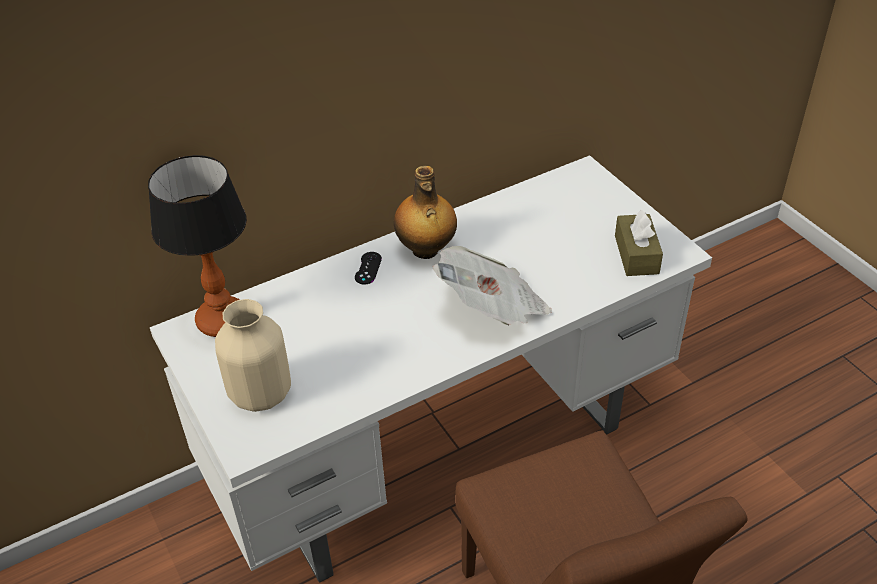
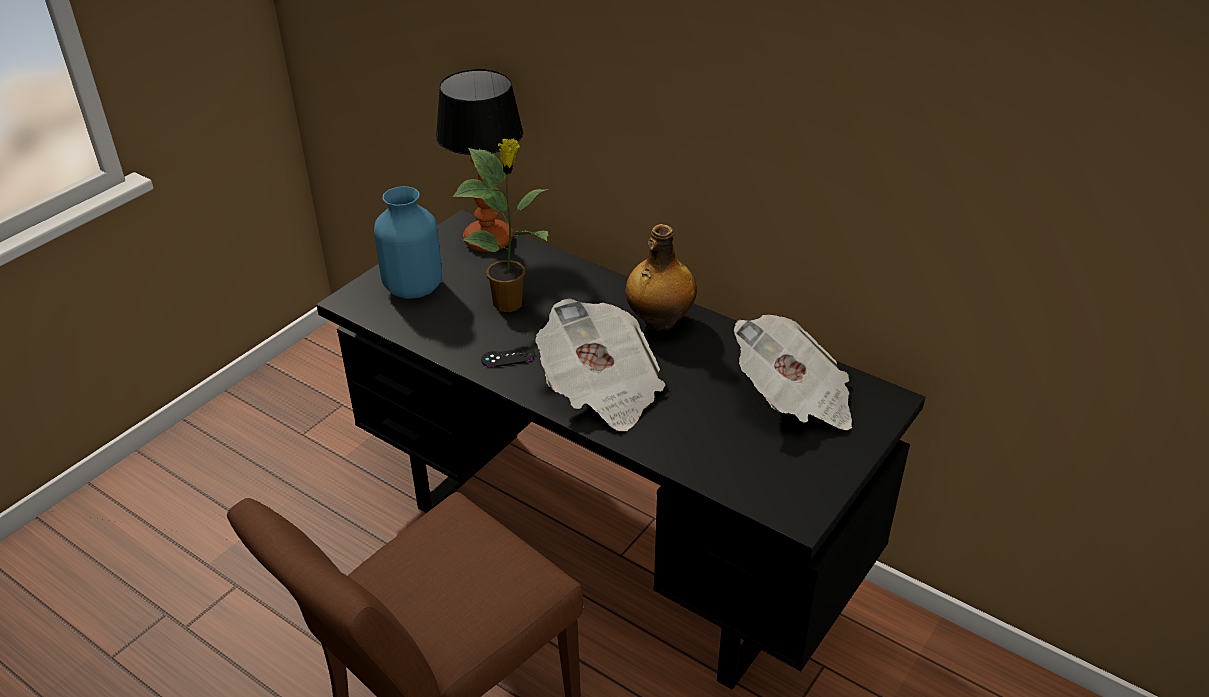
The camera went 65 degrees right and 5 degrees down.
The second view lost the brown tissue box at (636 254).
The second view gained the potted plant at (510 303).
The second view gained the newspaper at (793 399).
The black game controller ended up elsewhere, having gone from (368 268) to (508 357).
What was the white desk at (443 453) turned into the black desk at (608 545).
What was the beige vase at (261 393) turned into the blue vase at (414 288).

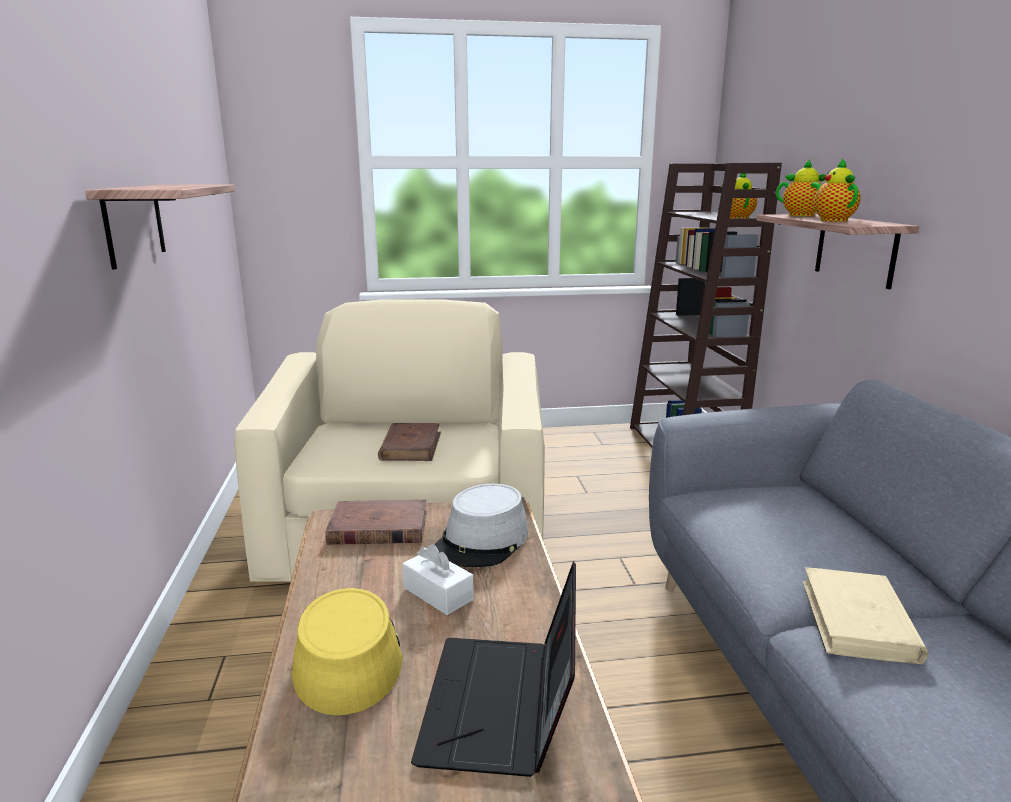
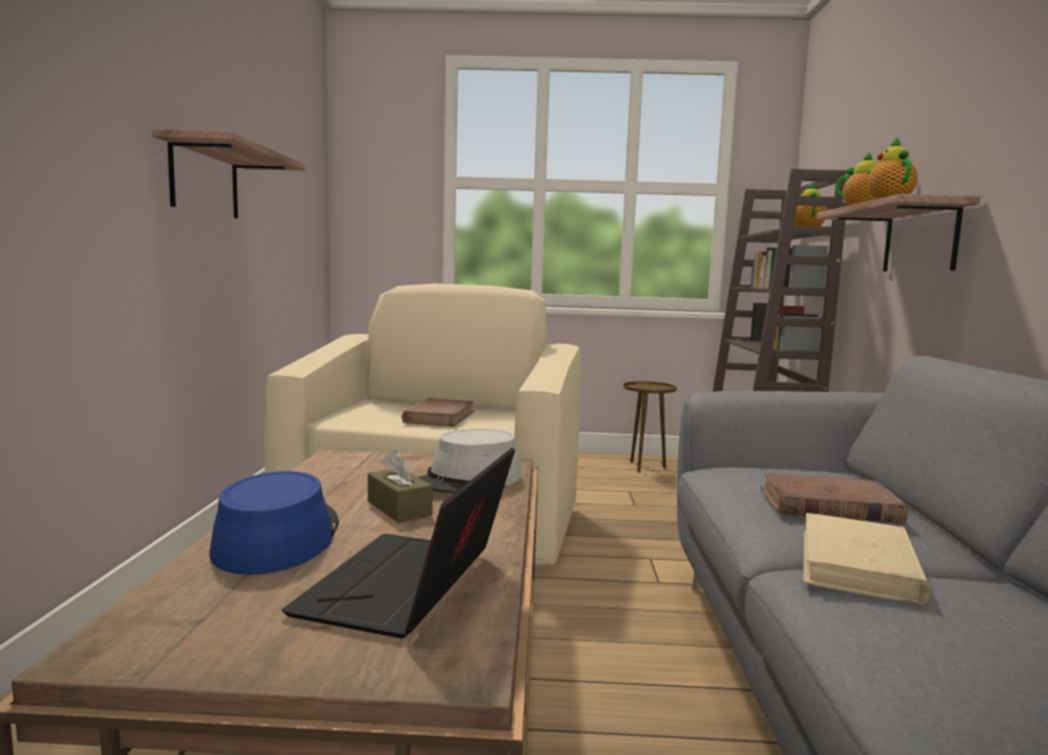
The camera went 10 degrees right and 10 degrees down.
The second view gained the brown side table at (644 466).
The brown book ended up elsewhere, having gone from (377 528) to (828 506).
What was the yellow hat at (347 656) turned into the blue hat at (277 538).
What was the white tissue box at (438 593) turned into the brown tissue box at (399 508).

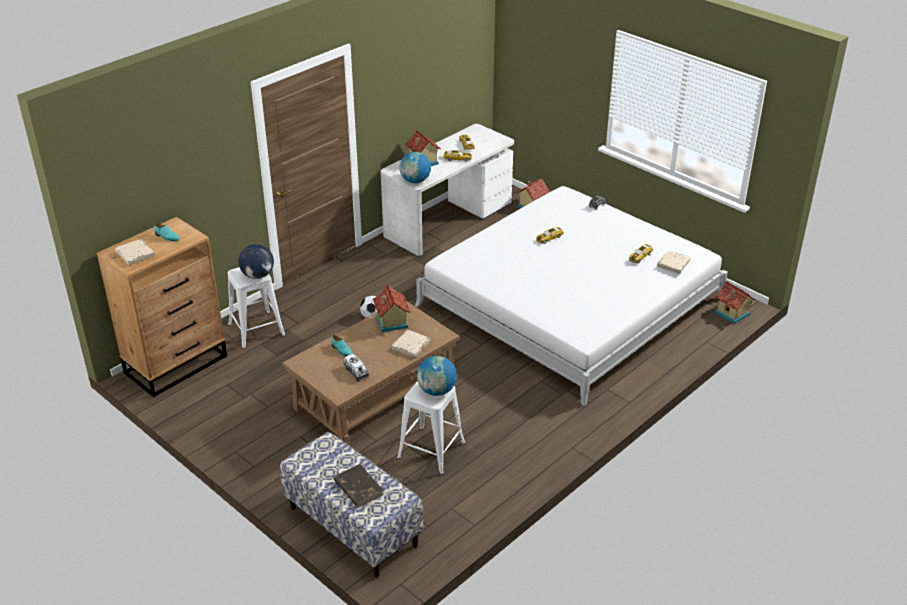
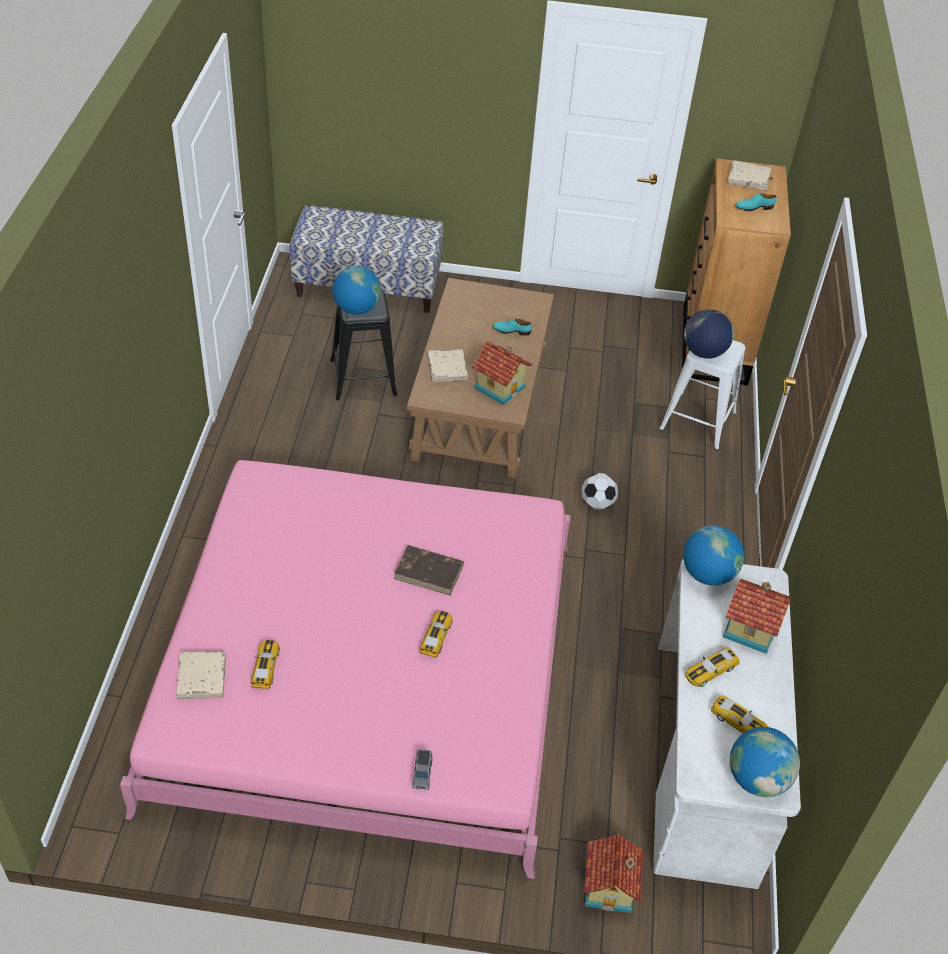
The camera went 140 degrees right and 10 degrees up.
The second view lost the toy truck at (356 372).
The second view lost the toy house at (732 314).
The second view gained the globe at (757 779).
The brown book ended up elsewhere, having gone from (358 487) to (429 572).
What was the white stool at (431 450) turned into the black stool at (363 378).
What was the white bed at (570 302) turned into the pink bed at (368 669).

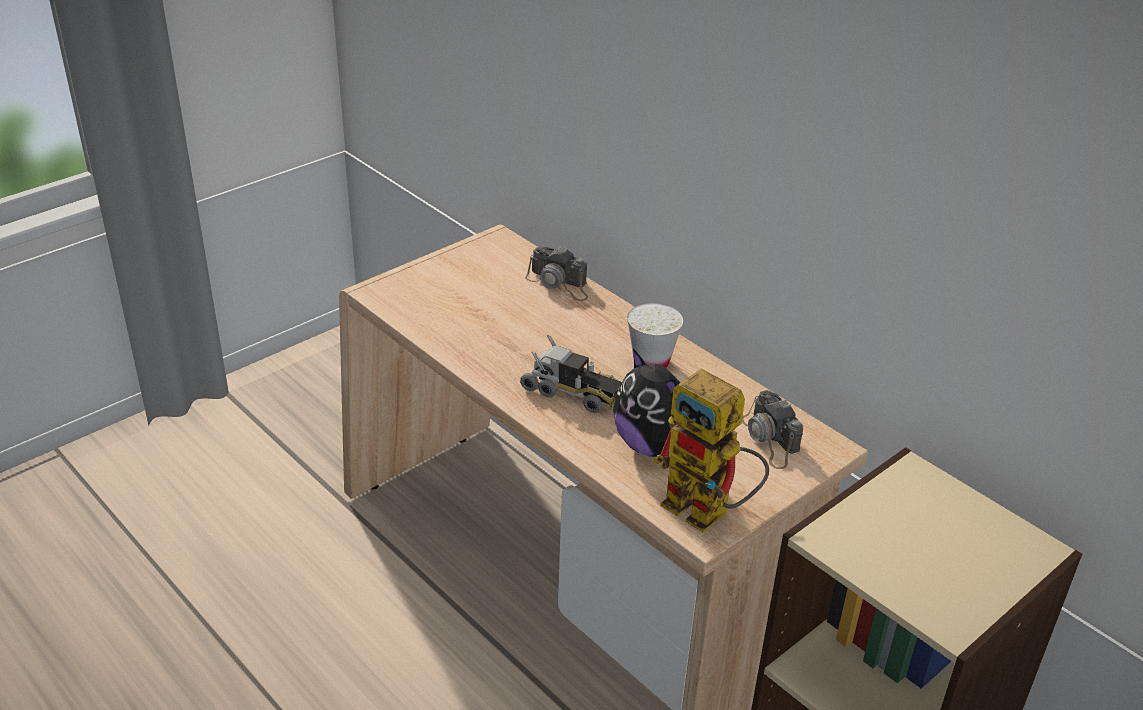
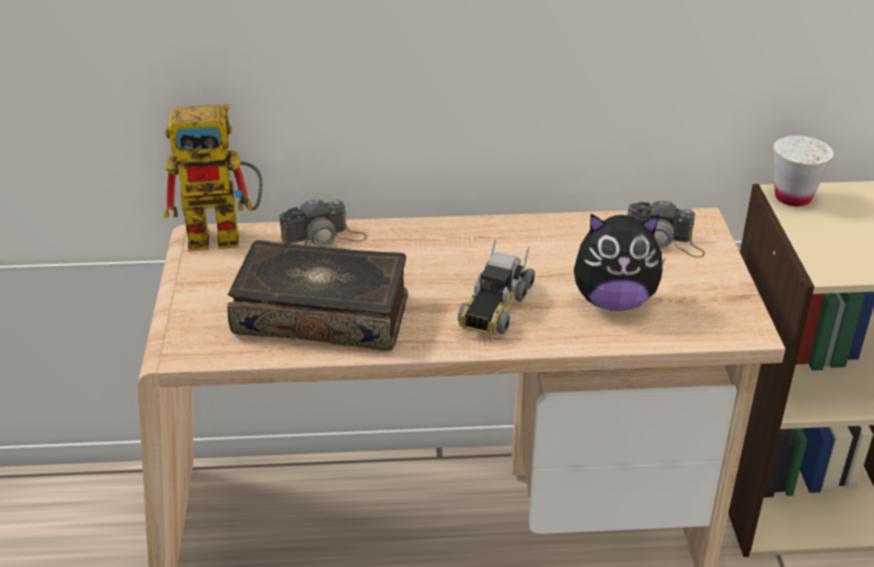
The camera went 50 degrees left and 0 degrees up.
The second view gained the book at (322 313).
The white cup ended up elsewhere, having gone from (651 362) to (793 197).
The toy robot ended up elsewhere, having gone from (709 512) to (226 234).
The toy truck at (573 392) ended up facing another way, 135 degrees clockwise from before.

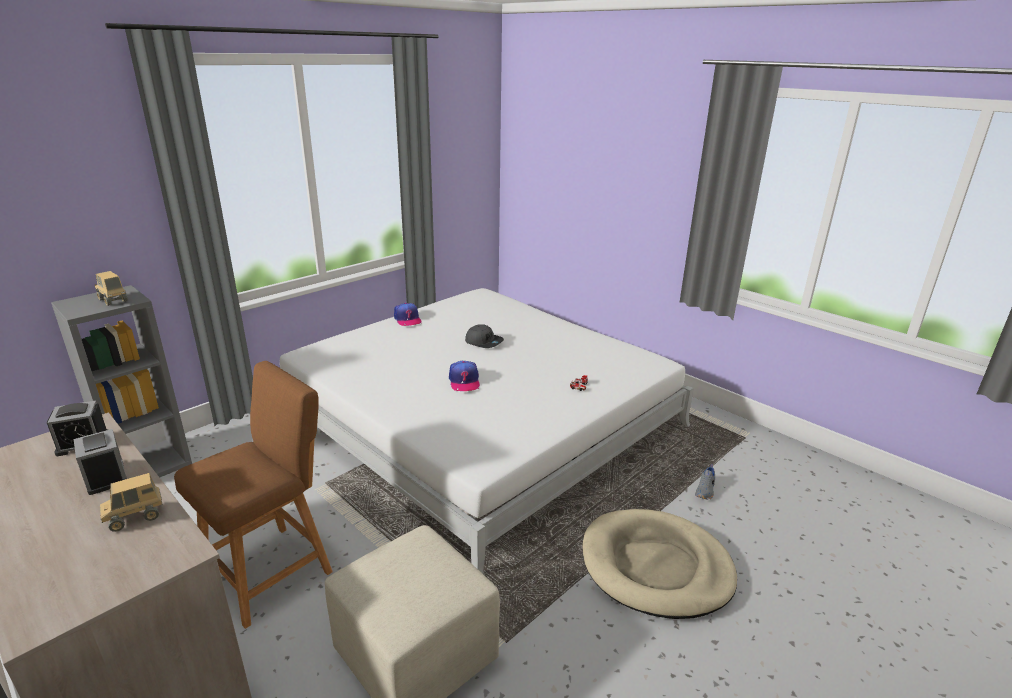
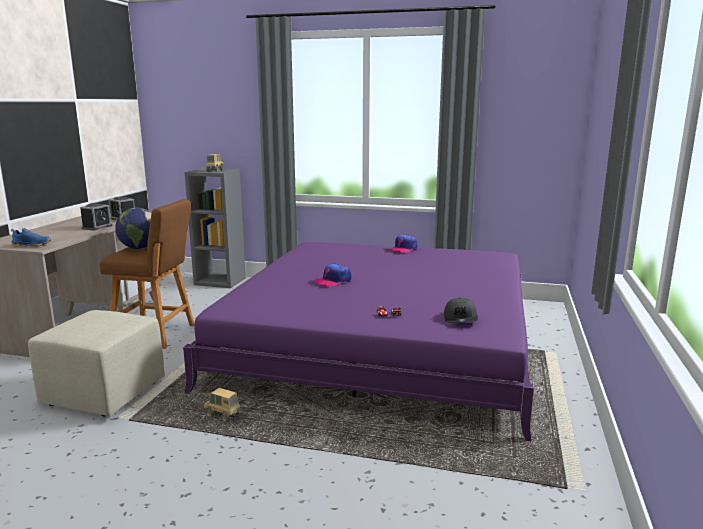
The camera went 60 degrees right and 10 degrees down.
The second view lost the beige dog bed at (656 567).
The second view lost the grey shoe at (705 490).
The second view gained the blue shoe at (32 245).
The second view gained the globe at (139 248).
The toy truck ended up elsewhere, having gone from (135 517) to (222 416).
The grey cap ended up elsewhere, having gone from (484 342) to (460 319).
What was the white bed at (480 420) turned into the purple bed at (381 342).

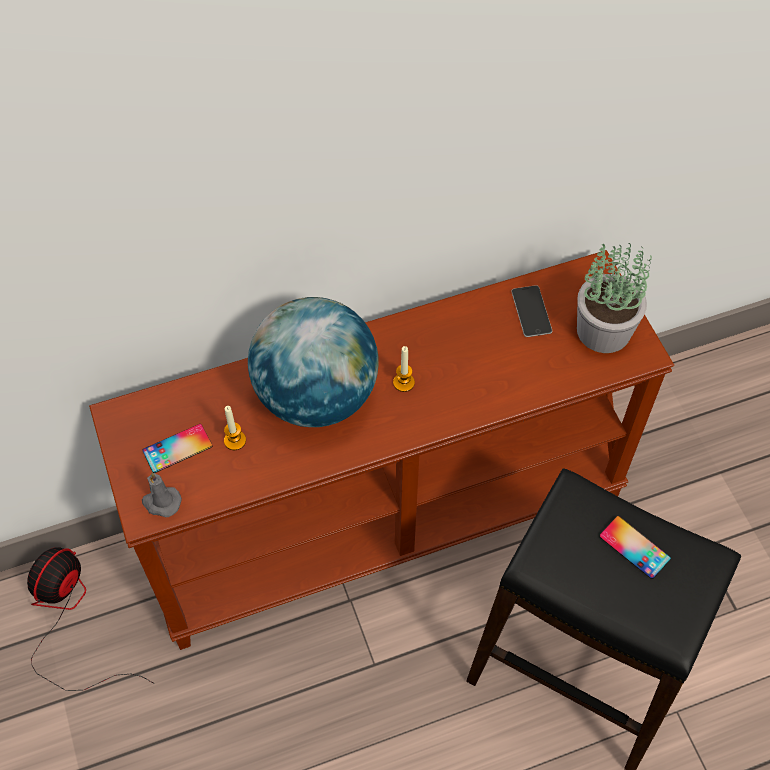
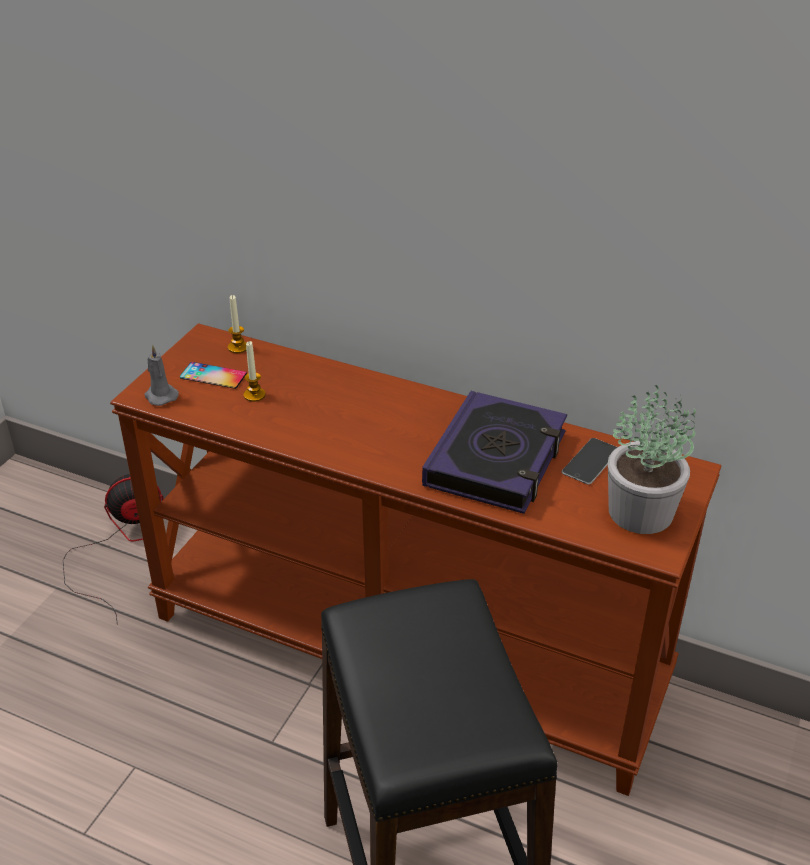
The camera went 45 degrees right and 20 degrees down.
The second view lost the globe at (316 395).
The second view lost the phone at (634 547).
The second view gained the book at (496 460).
The candle ended up elsewhere, having gone from (403 382) to (238 347).

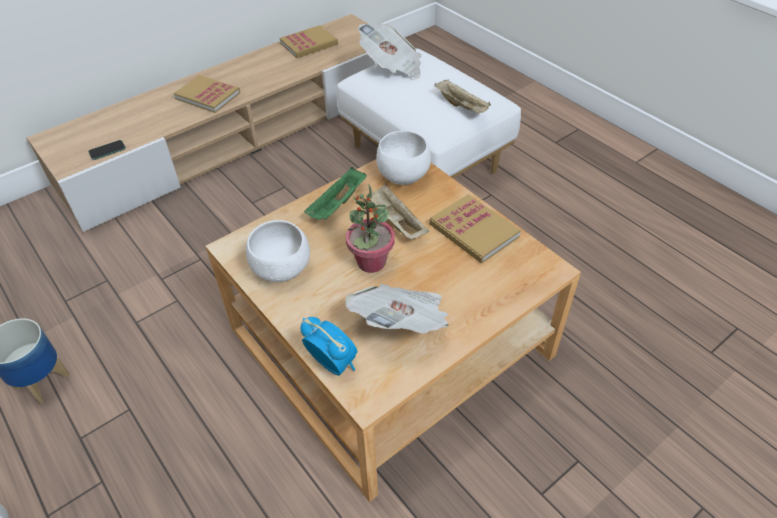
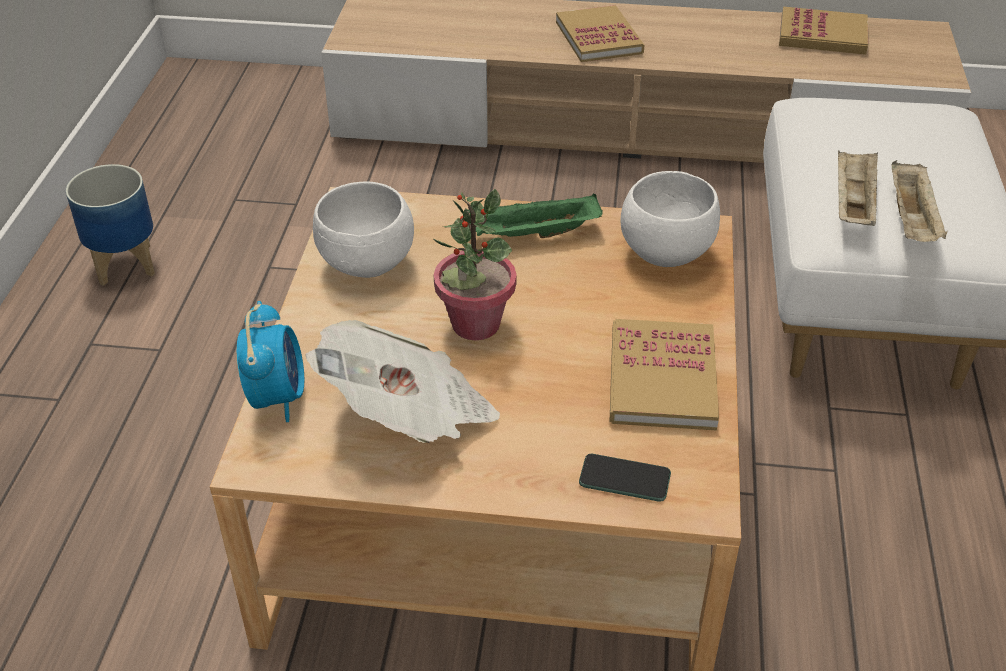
The camera went 45 degrees right and 5 degrees down.
The second view lost the newspaper at (392 67).
The phone ended up elsewhere, having gone from (107 150) to (624 479).
The beige tray ended up elsewhere, having gone from (395 222) to (852 204).

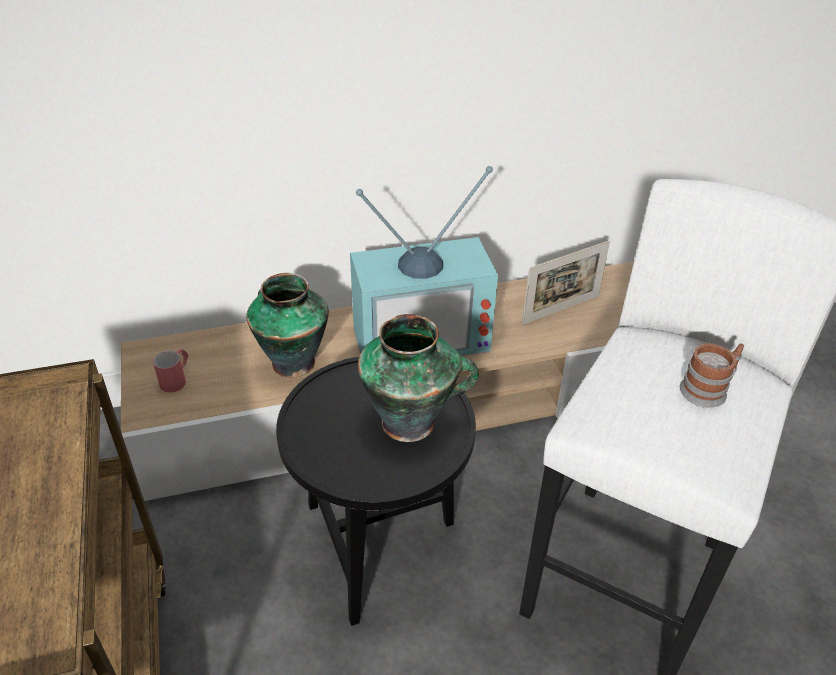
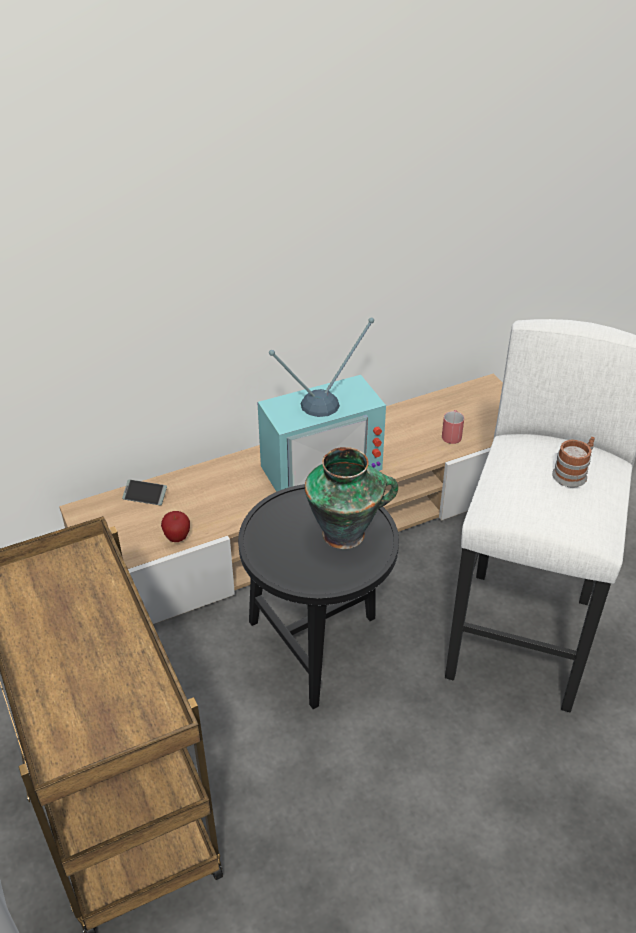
The camera went 10 degrees left and 0 degrees up.
The second view lost the vase at (292 361).
The second view lost the picture frame at (561 309).
The second view gained the phone at (145 496).
The second view gained the apple at (177 538).
The red mug ended up elsewhere, having gone from (177 379) to (452 434).

